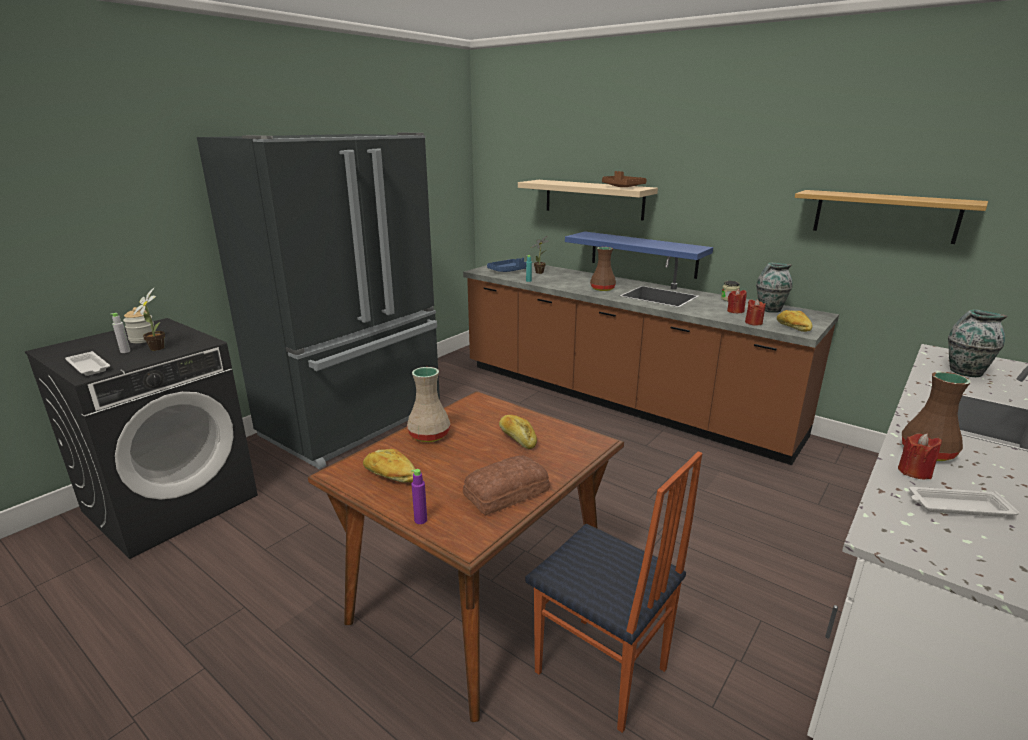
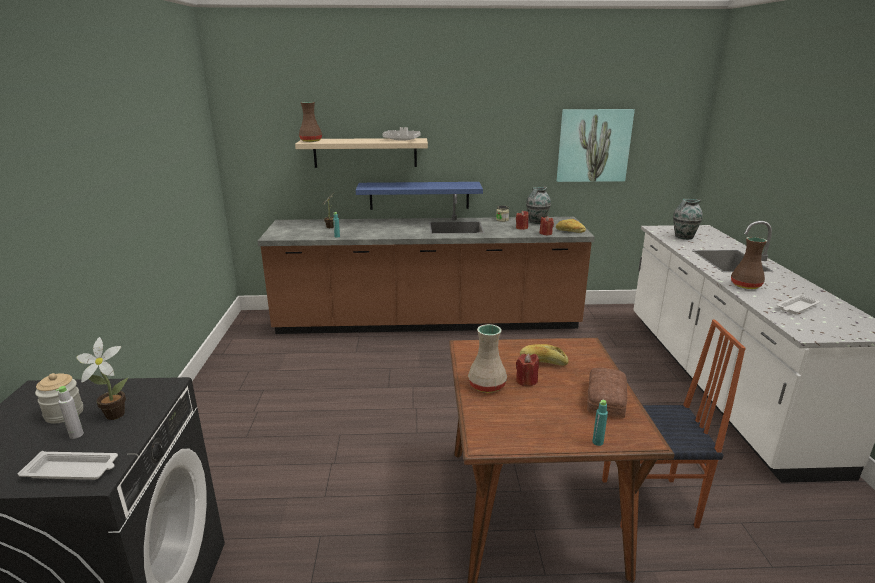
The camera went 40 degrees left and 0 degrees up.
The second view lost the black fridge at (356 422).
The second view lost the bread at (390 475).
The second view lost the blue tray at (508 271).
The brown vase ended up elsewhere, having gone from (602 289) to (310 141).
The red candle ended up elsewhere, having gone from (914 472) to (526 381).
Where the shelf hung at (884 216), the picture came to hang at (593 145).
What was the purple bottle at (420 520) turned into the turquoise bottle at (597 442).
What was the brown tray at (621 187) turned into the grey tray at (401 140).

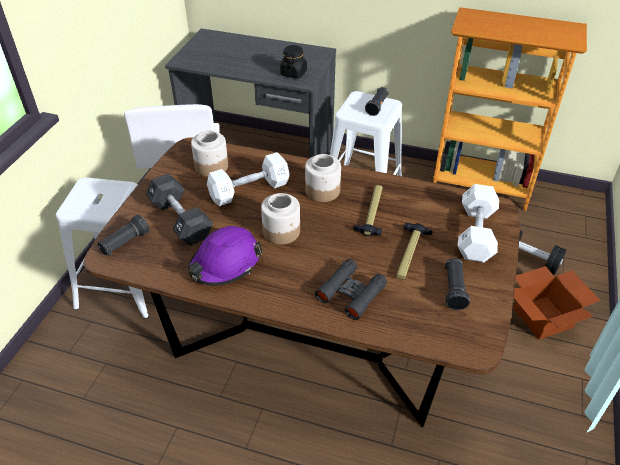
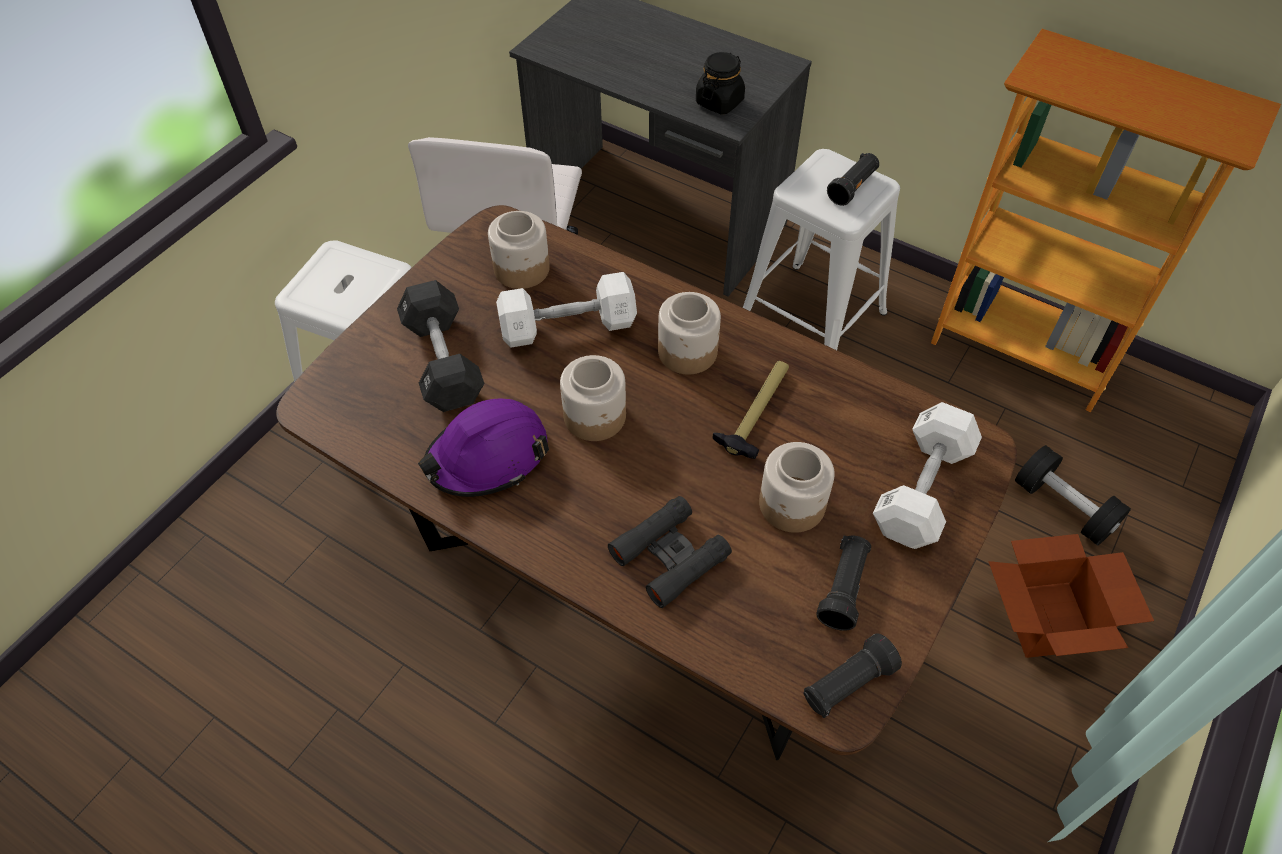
The camera went 15 degrees right and 10 degrees up.
The black flashlight ended up elsewhere, having gone from (124 243) to (847 684).
Where the hammer stood at (409 254), the jar came to stand at (792 505).

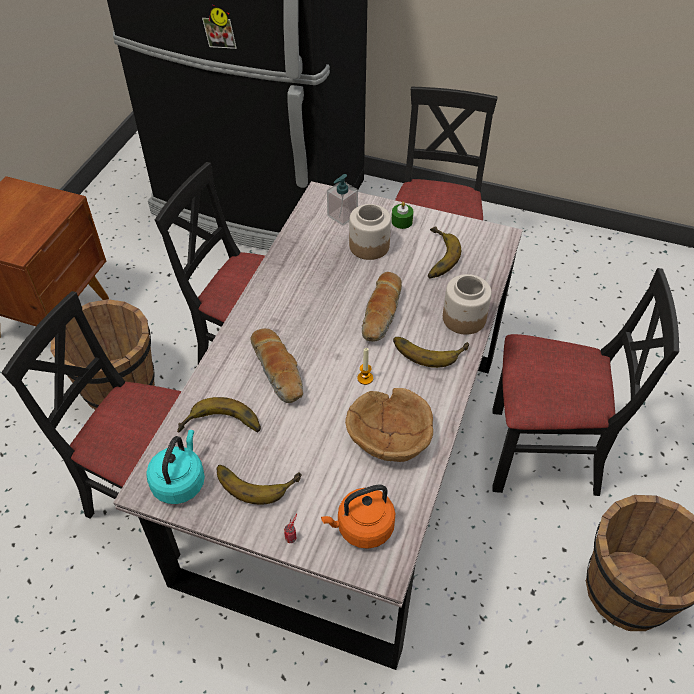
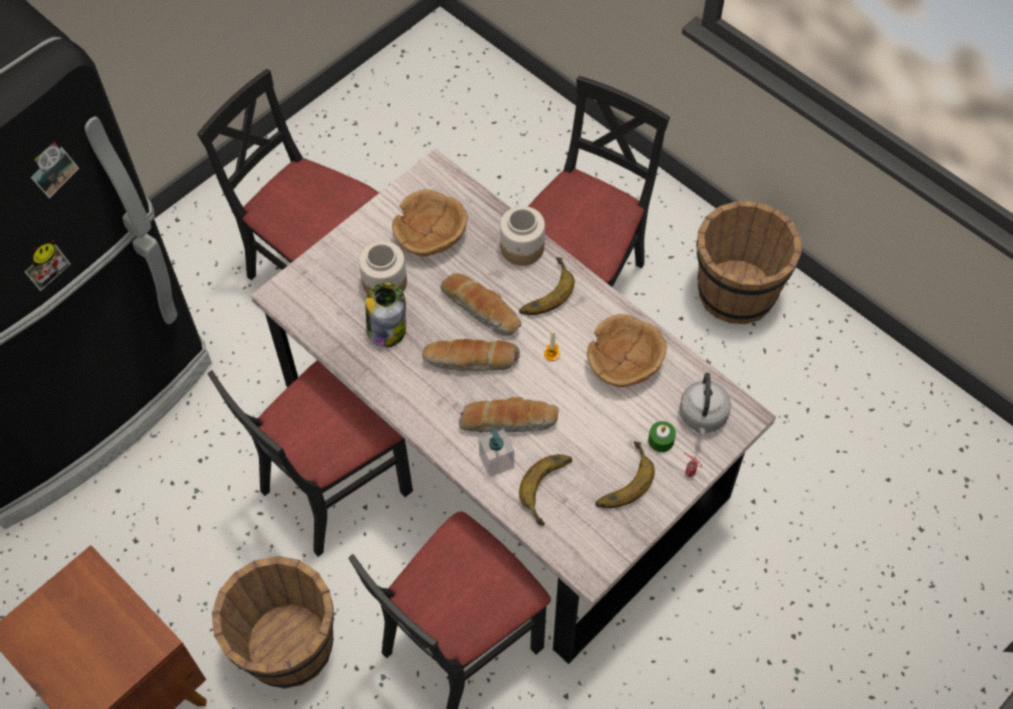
The camera went 65 degrees left and 10 degrees up.
The second view lost the turquoise kettle at (180 481).
The second view gained the jar at (387 328).
The second view gained the bread at (471 361).
The soap dispenser ended up elsewhere, having gone from (342 215) to (496 462).
The green candle ended up elsewhere, having gone from (402 221) to (661 440).
Where the banana stood at (434 256), the brown bowl came to stand at (431 234).
What was the orange kettle at (362 528) turned into the grey kettle at (702 417).

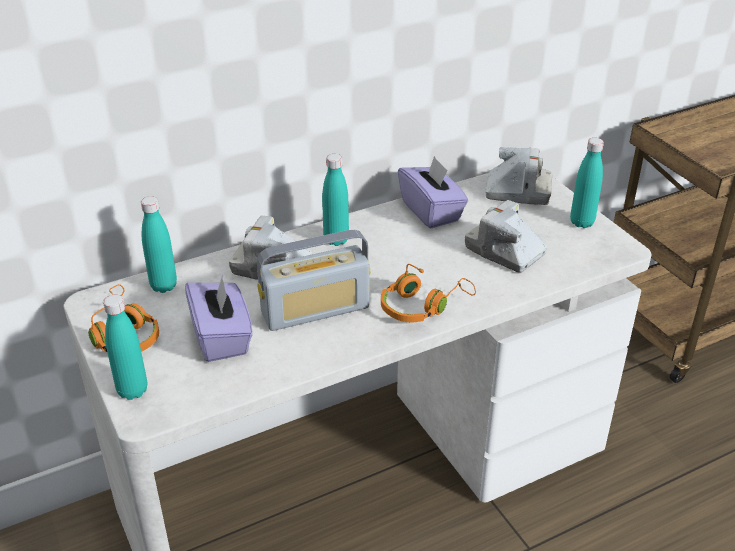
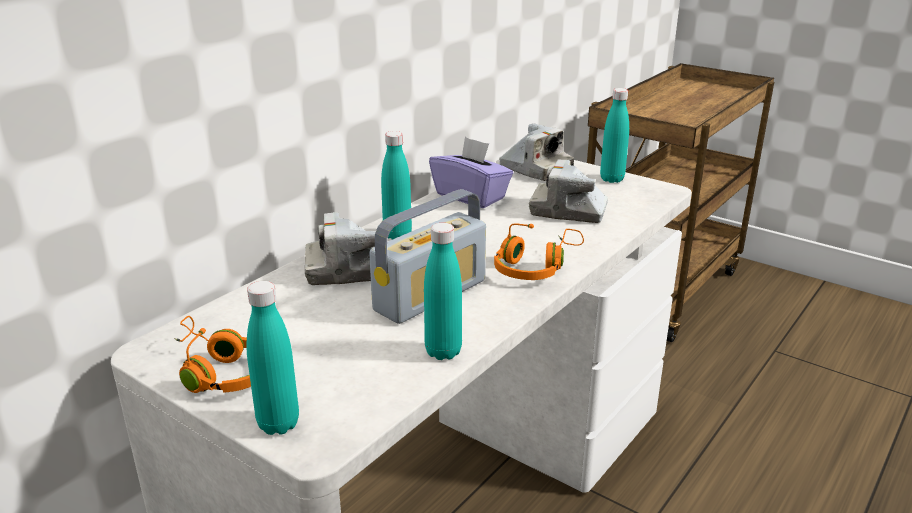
The camera went 25 degrees left and 10 degrees down.
The second view lost the purple tissue box at (222 337).
The turquoise bottle ended up elsewhere, having gone from (164 286) to (443 351).
The photo camera at (518 192) ended up facing another way, 60 degrees clockwise from before.

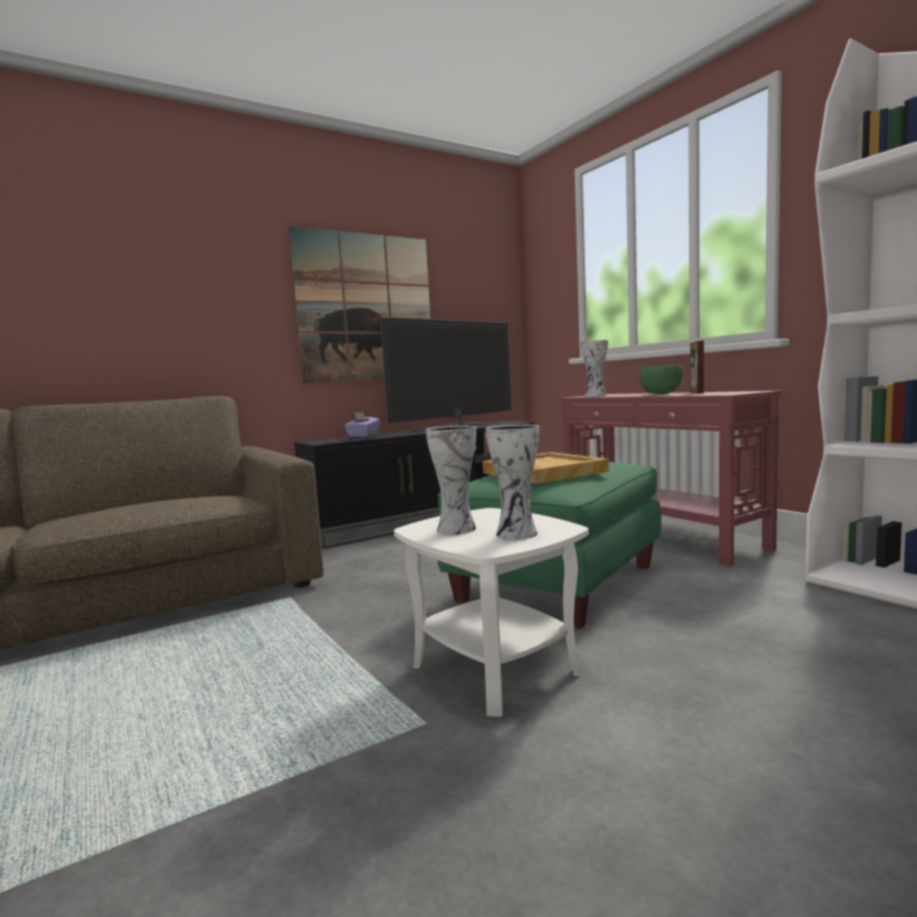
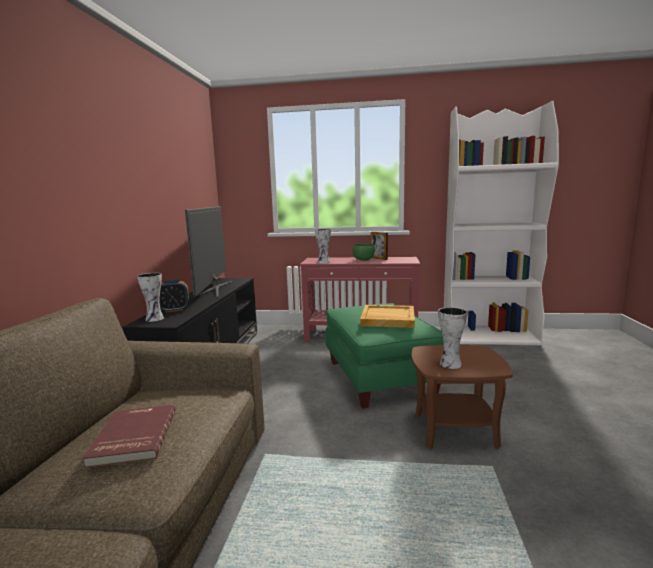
The camera went 50 degrees left and 5 degrees up.
The second view lost the picture at (366 308).
The second view gained the red book at (132 437).
The vase ended up elsewhere, having gone from (518 534) to (155 318).
Where the purple tissue box stood at (363 436), the alarm clock came to stand at (174 310).
What was the white side table at (495 669) turned into the brown side table at (455 429).

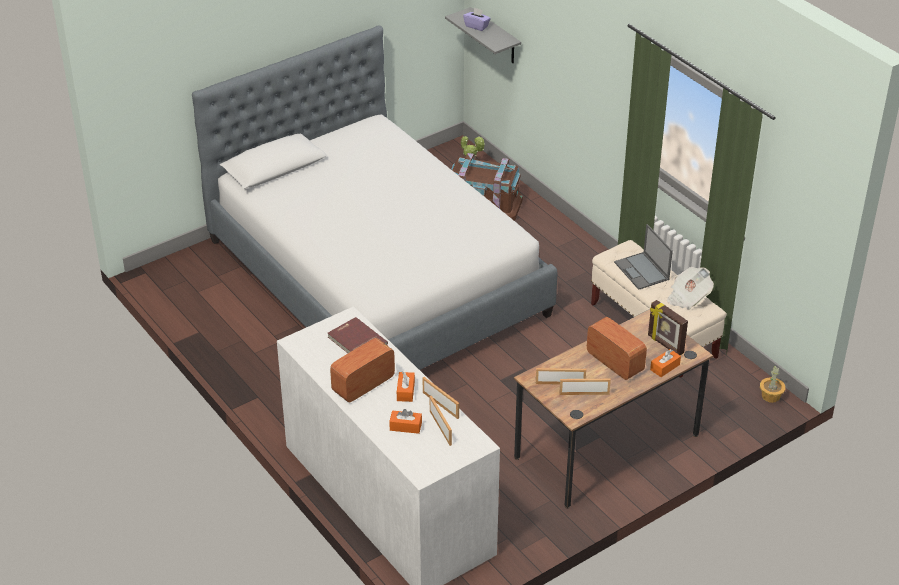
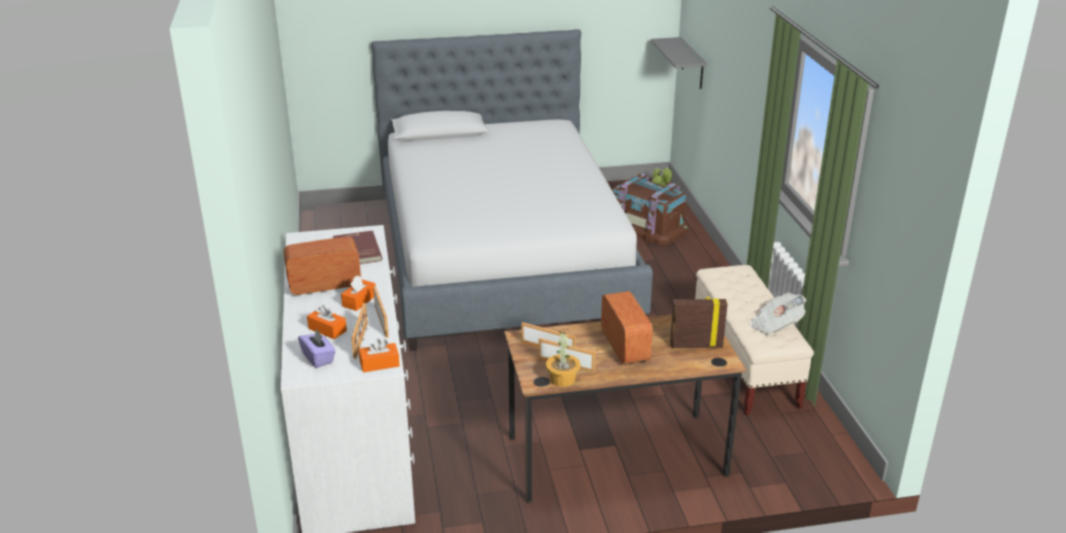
The camera went 25 degrees right and 10 degrees down.
The second view lost the laptop at (642 271).
The purple tissue box ended up elsewhere, having gone from (477 26) to (318 358).
The orange tissue box ended up elsewhere, having gone from (665 367) to (379 364).
The potted plant ended up elsewhere, having gone from (770 396) to (562 379).
The picture frame at (665 344) ended up facing another way, 105 degrees clockwise from before.

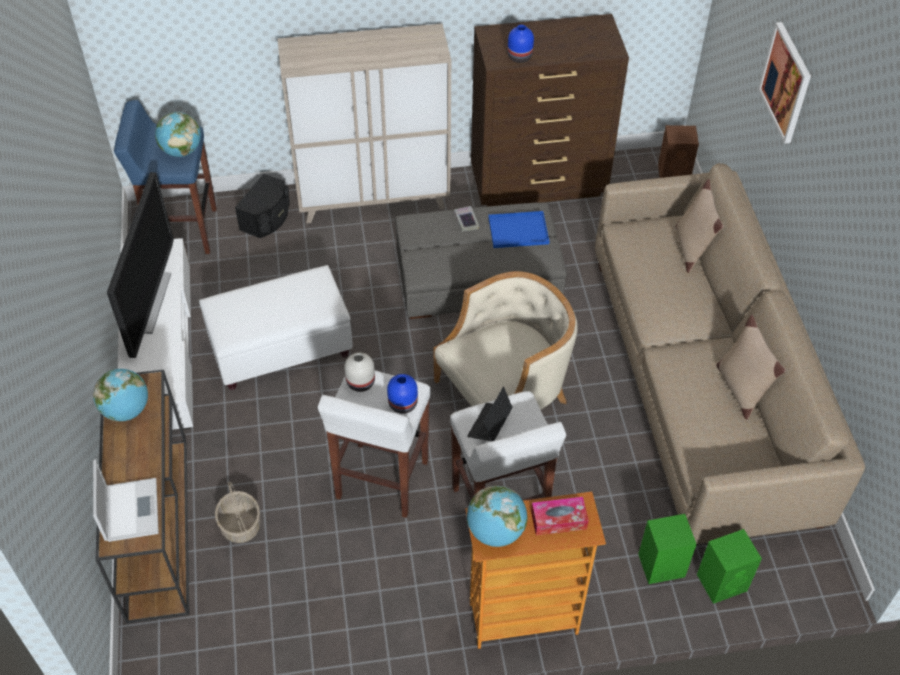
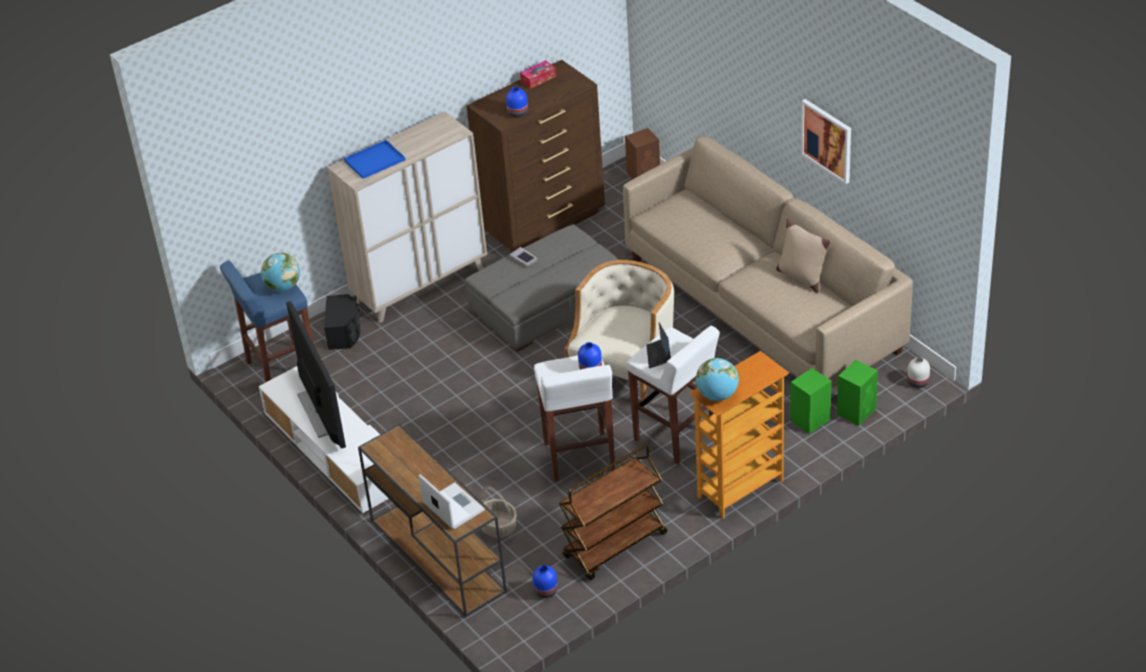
The camera went 25 degrees left and 10 degrees down.
The second view lost the globe at (126 410).
The second view lost the white ottoman at (280 349).
The second view lost the beige pillow at (692 248).
The second view gained the blue vase at (545 591).
The second view gained the brown cart at (615 546).
The white vase ended up elsewhere, having gone from (360 382) to (917 382).
The blue tray ended up elsewhere, having gone from (519 230) to (375 160).
The tissue box ended up elsewhere, having gone from (558 520) to (538 78).
The picture ended up elsewhere, having gone from (786 82) to (827 140).

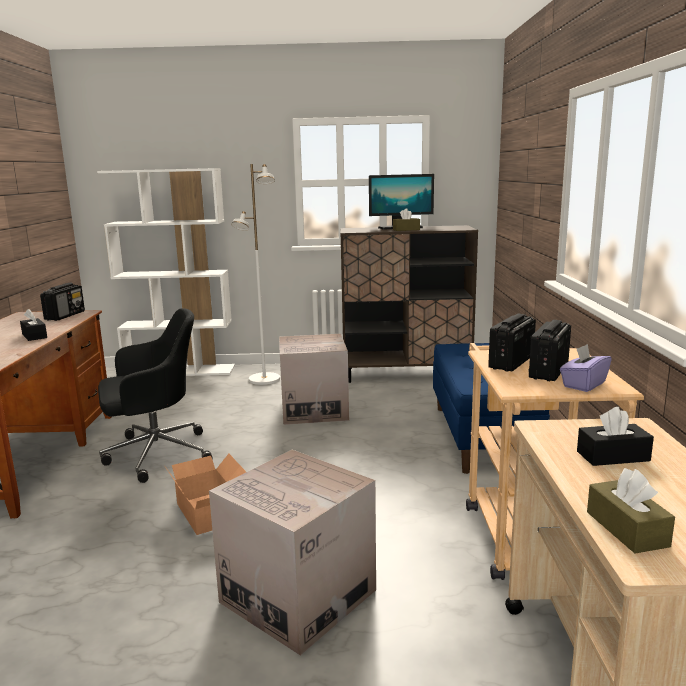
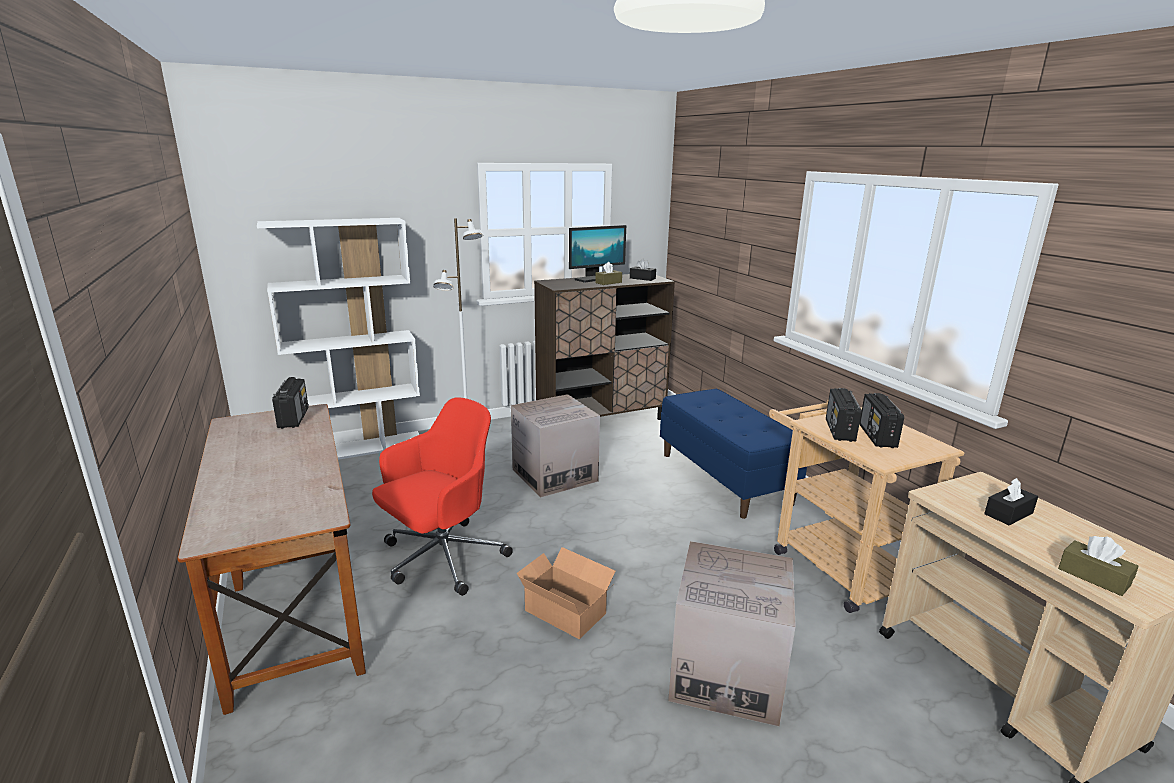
The camera went 25 degrees left and 5 degrees up.
The second view lost the purple tissue box at (583 384).
The black tissue box ended up elsewhere, having gone from (34 336) to (642 278).
What was the black office chair at (155 454) turned into the red office chair at (441 558).

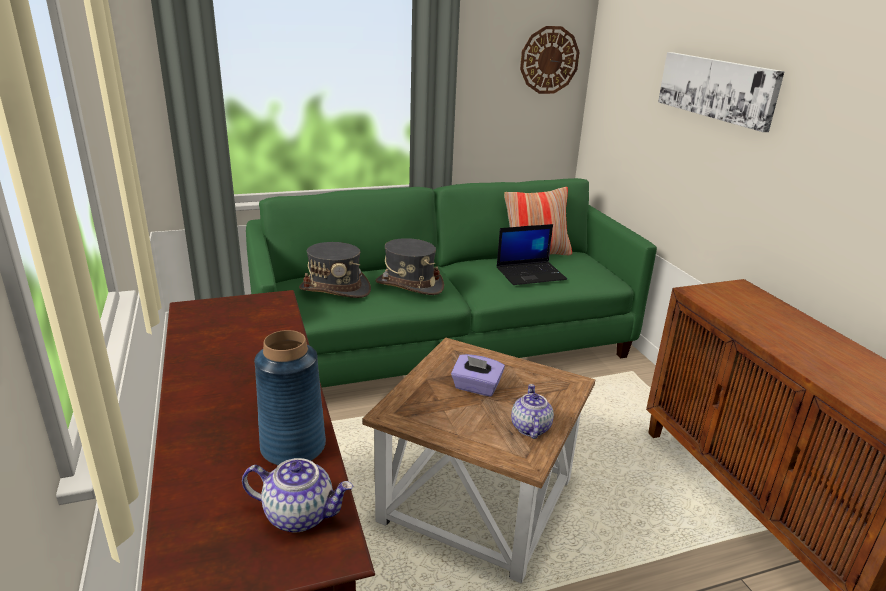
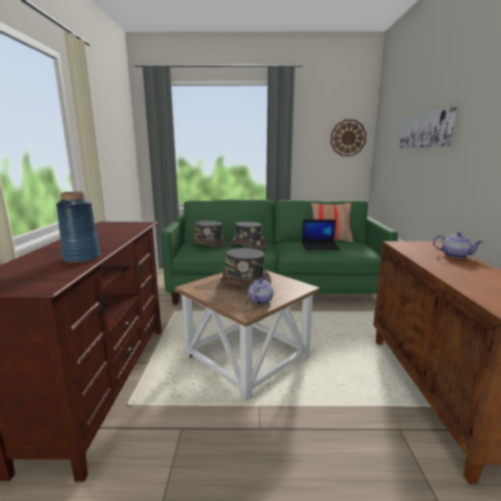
The camera went 20 degrees right and 10 degrees down.
The teapot ended up elsewhere, having gone from (300 514) to (455 256).
Where the purple tissue box stood at (476 387), the grey hat came to stand at (245 283).

